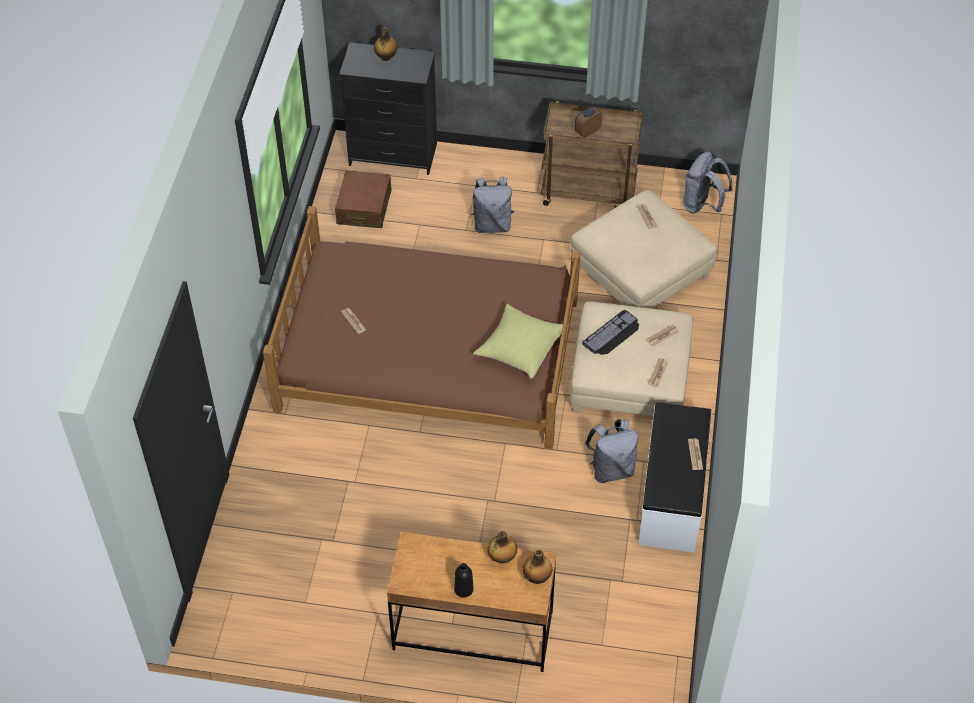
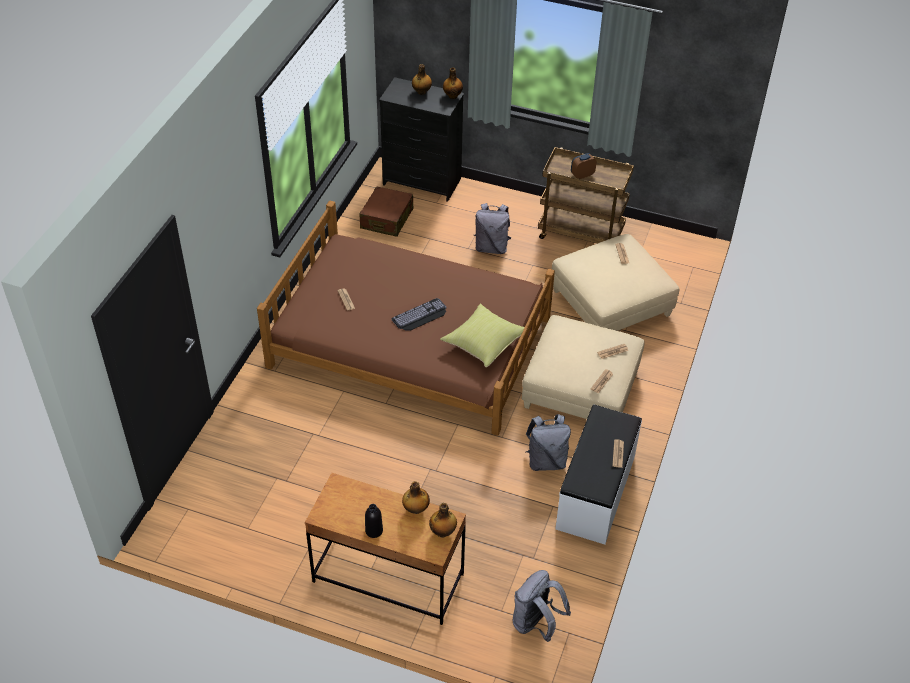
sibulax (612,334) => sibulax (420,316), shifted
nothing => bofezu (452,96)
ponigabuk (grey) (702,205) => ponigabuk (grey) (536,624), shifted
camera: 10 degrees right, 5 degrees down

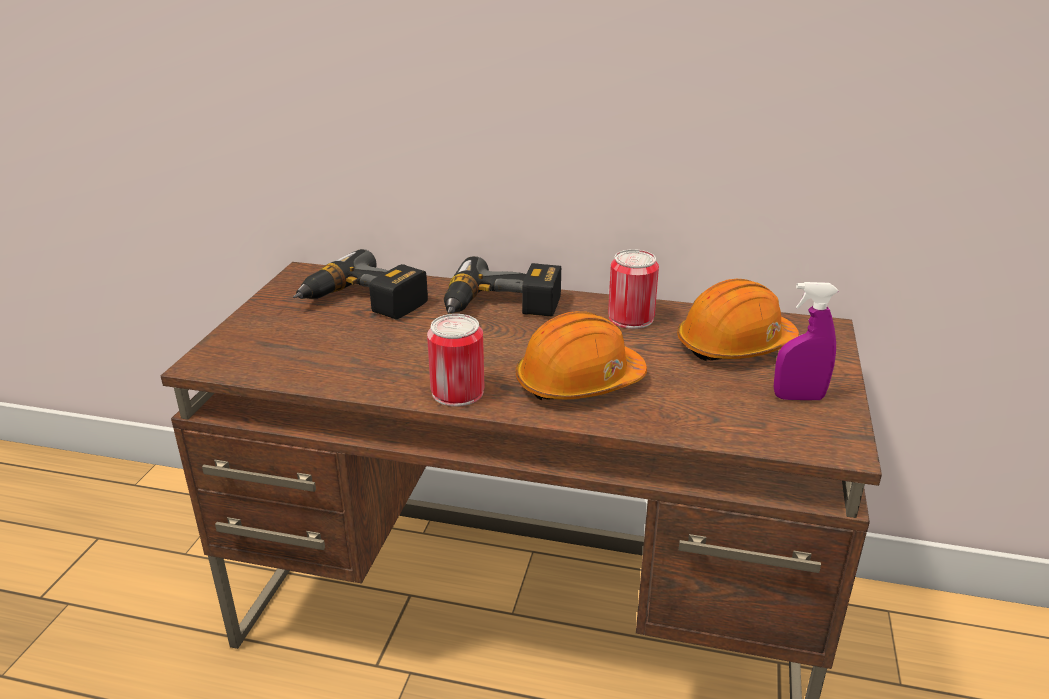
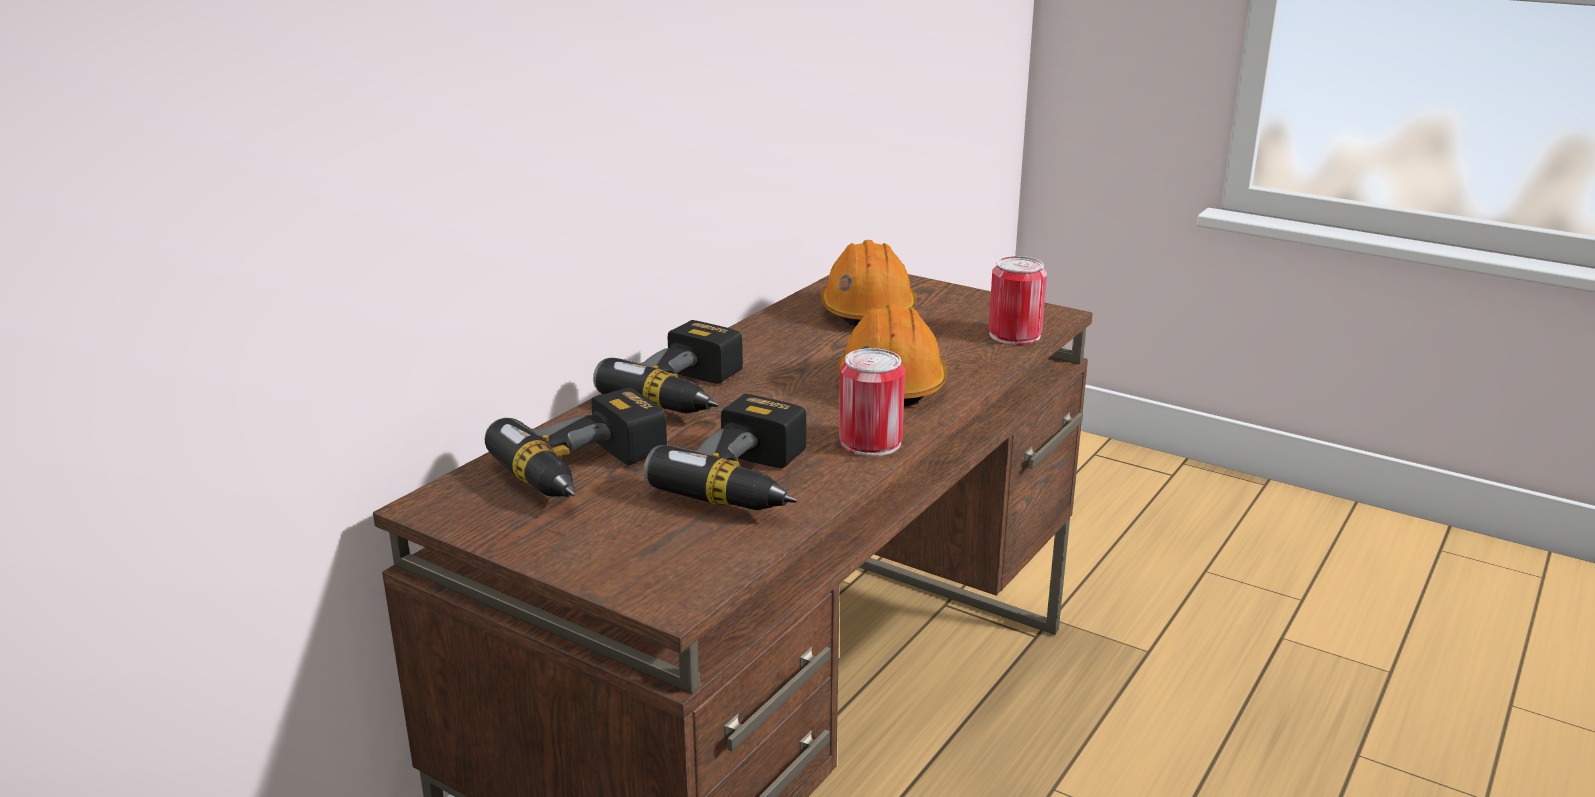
nothing => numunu (753,481)
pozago (631,318) => pozago (1014,335), shifted
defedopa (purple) (798,397) => nothing
camera: 70 degrees left, 5 degrees down

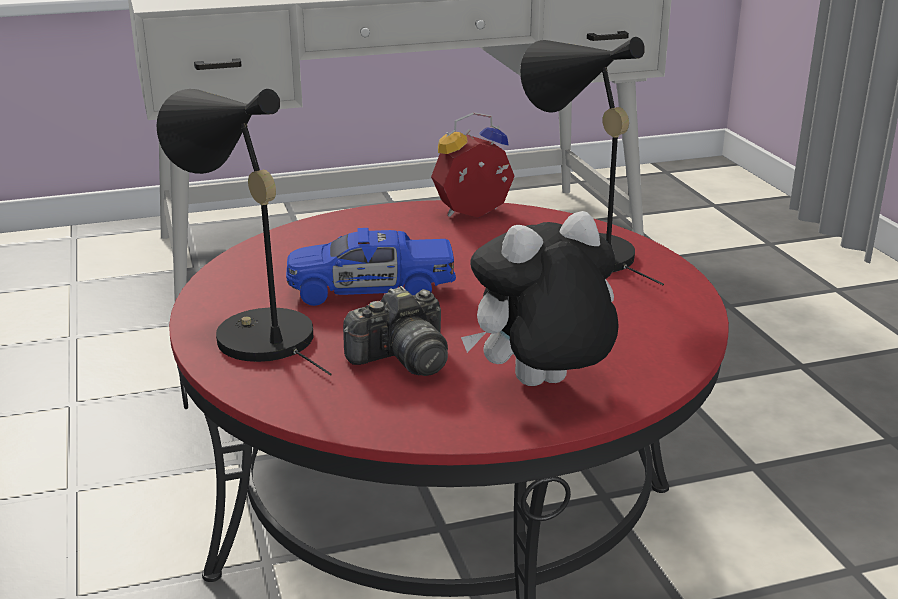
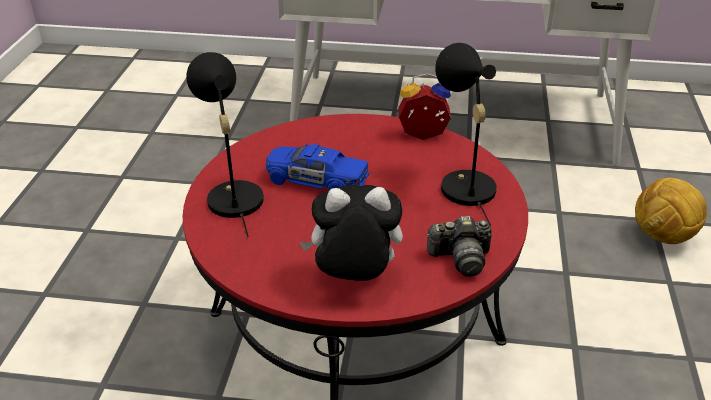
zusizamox (402,359) => zusizamox (460,258), shifted
nothing => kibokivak (663,237)
camera: 25 degrees right, 10 degrees up

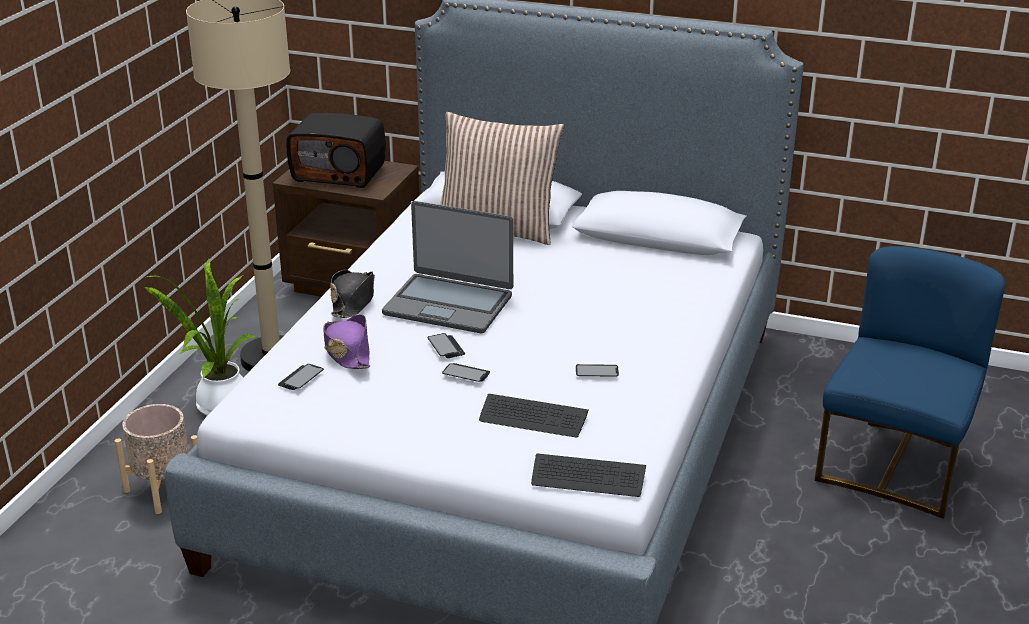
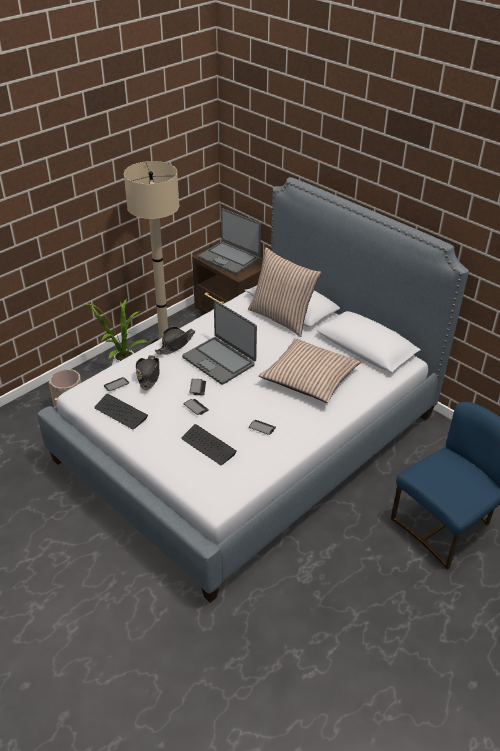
sibulax (588,477) => sibulax (120,412), shifted
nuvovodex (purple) (347,351) => nuvovodex (black) (148,375)
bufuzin (340,173) => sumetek (229,258)
nothing => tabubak (309,378)
camera: 25 degrees right, 10 degrees up

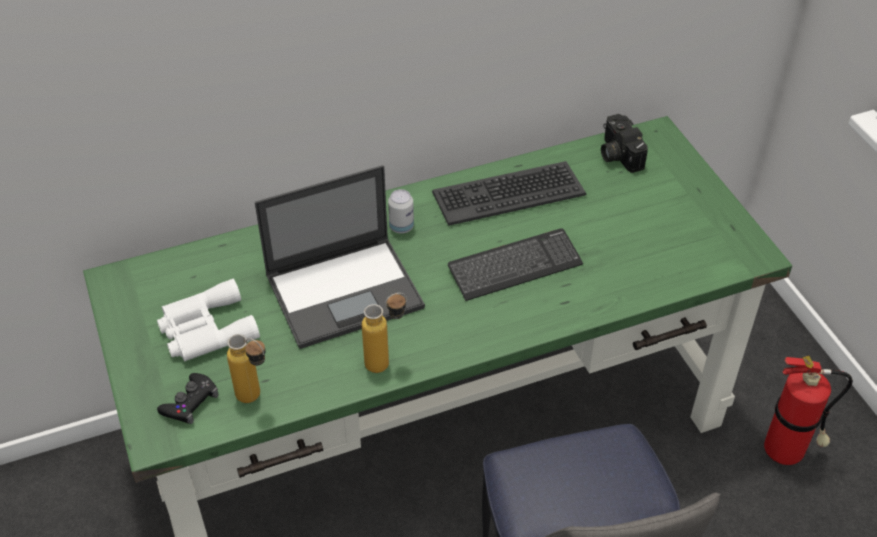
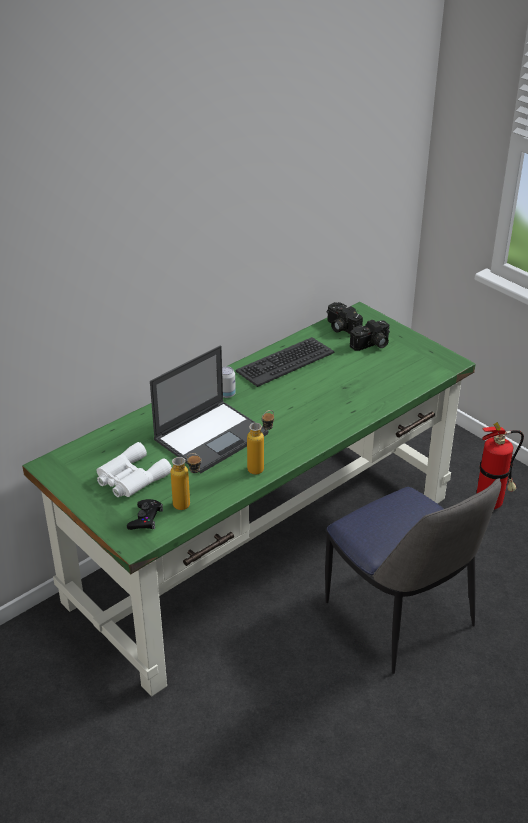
nothing => zusizamox (371,345)
sibulax (515,266) => nothing
camera: 20 degrees left, 10 degrees down

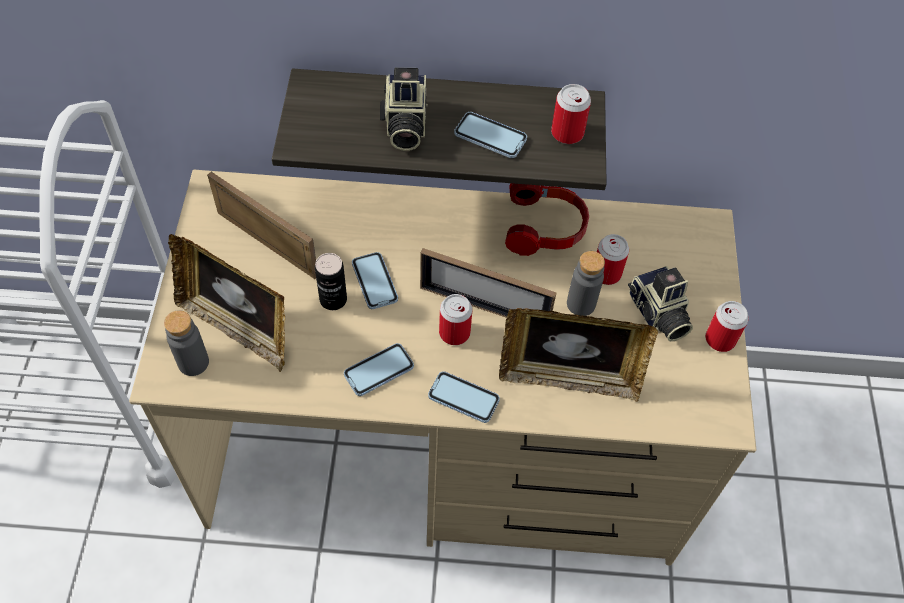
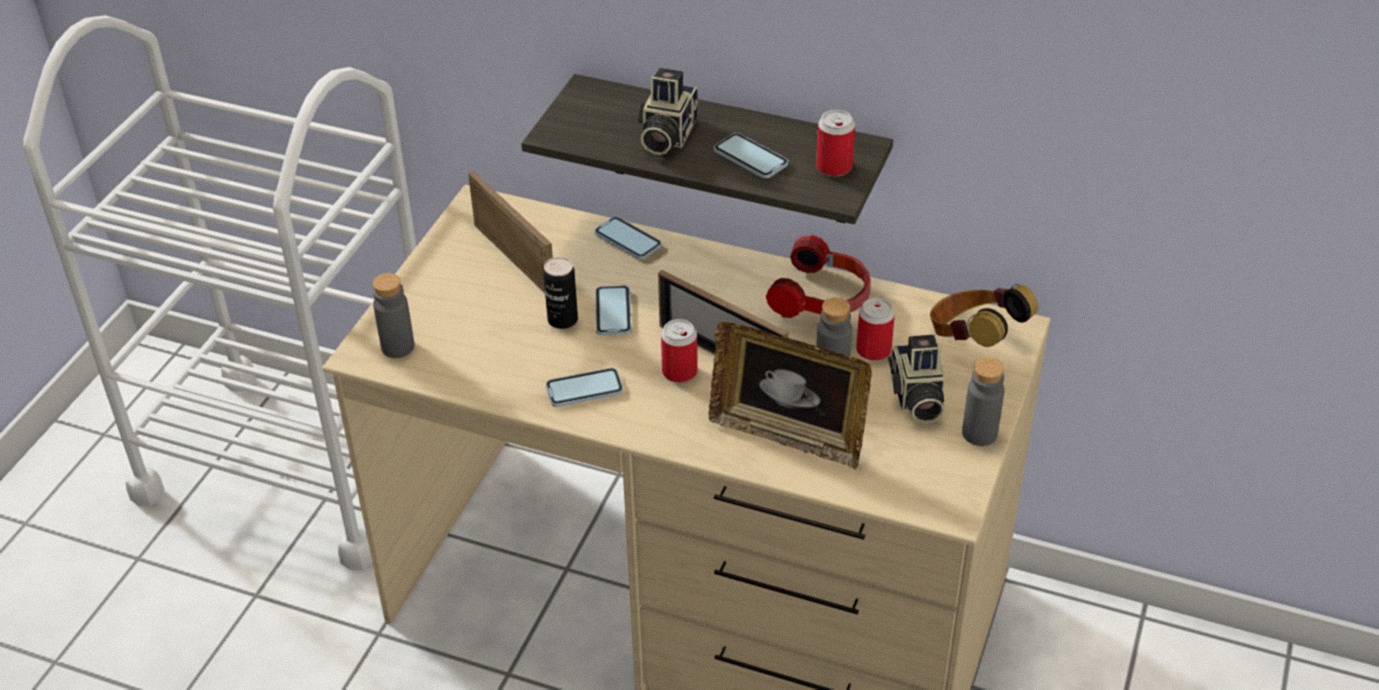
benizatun (463,398) => benizatun (628,240), shifted
nothing => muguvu (974,339)
pozago (720,339) => bofezu (grey) (979,433)
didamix (237,328) => nothing
camera: 20 degrees right, 15 degrees down

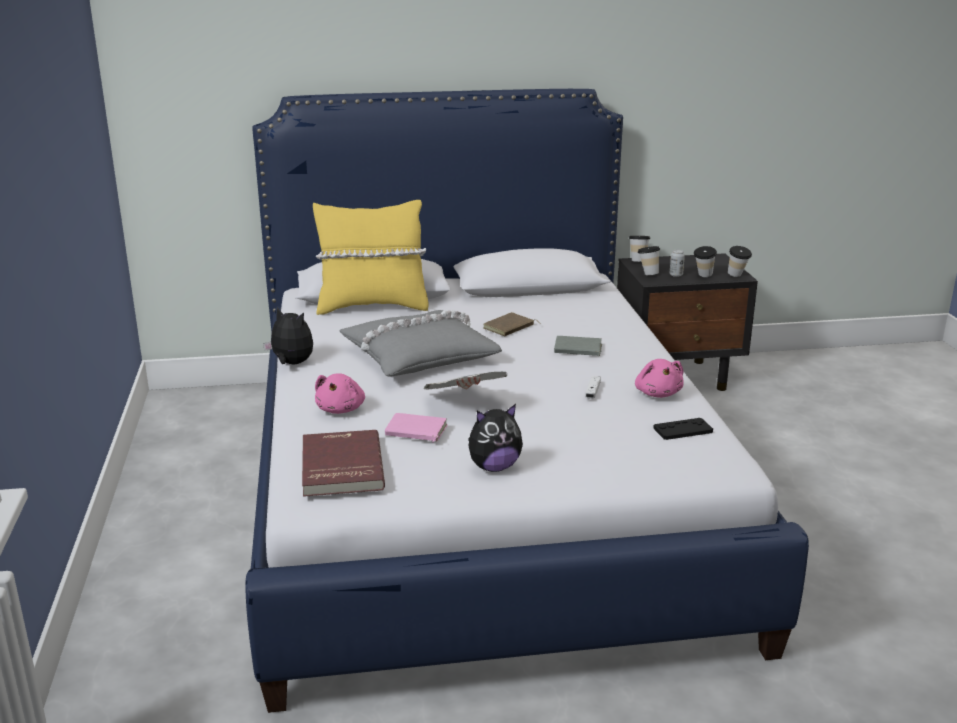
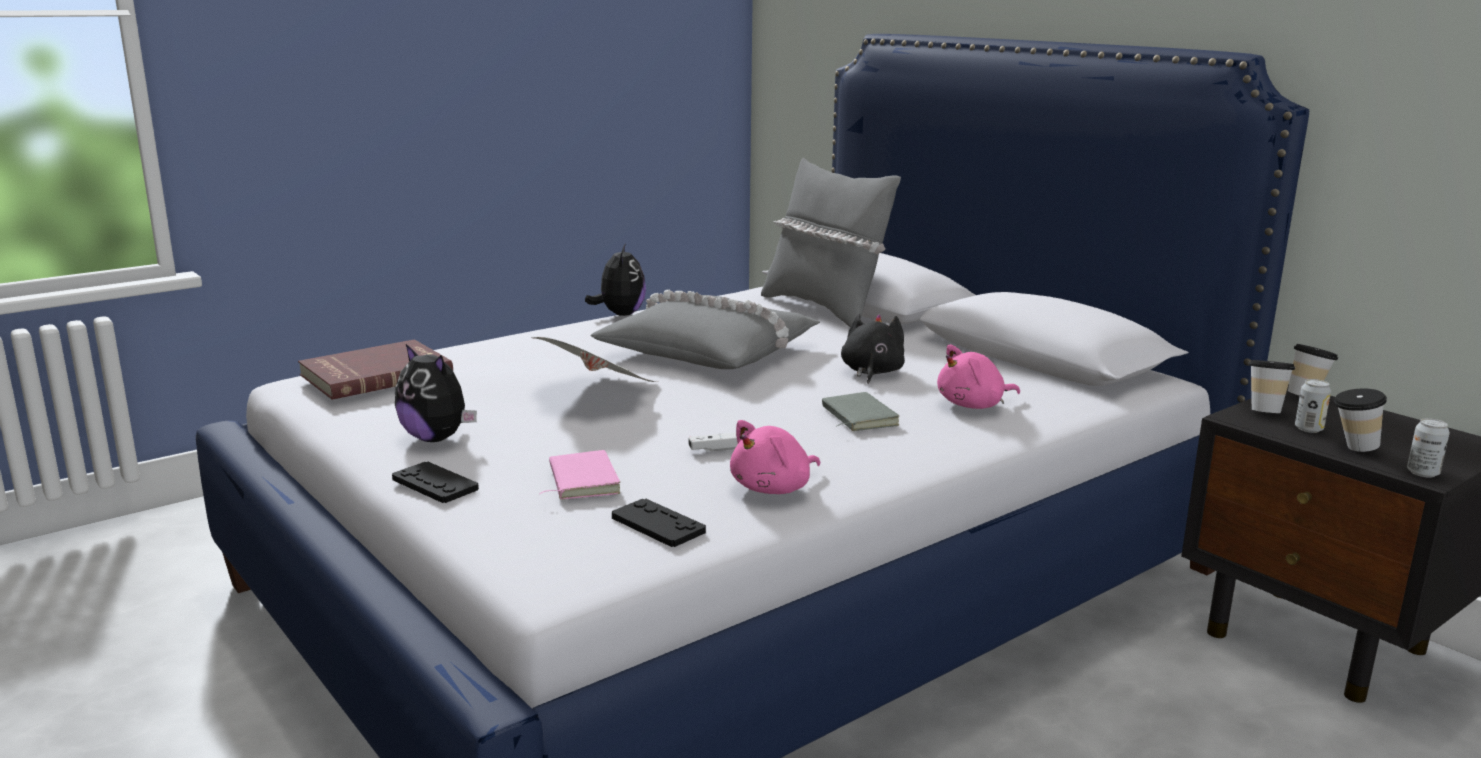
nothing => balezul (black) (435,484)
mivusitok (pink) (415,431) => mivusitok (pink) (580,480), shifted
tabubak (yellow) (372,306) => tabubak (grey) (824,308)
mivusitok (brown) (509,328) => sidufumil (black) (871,372)
sidufumil (pink) (341,409) => sidufumil (pink) (974,405), shifted
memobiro (737,276) => pozago (1422,473)
camera: 60 degrees right, 5 degrees down

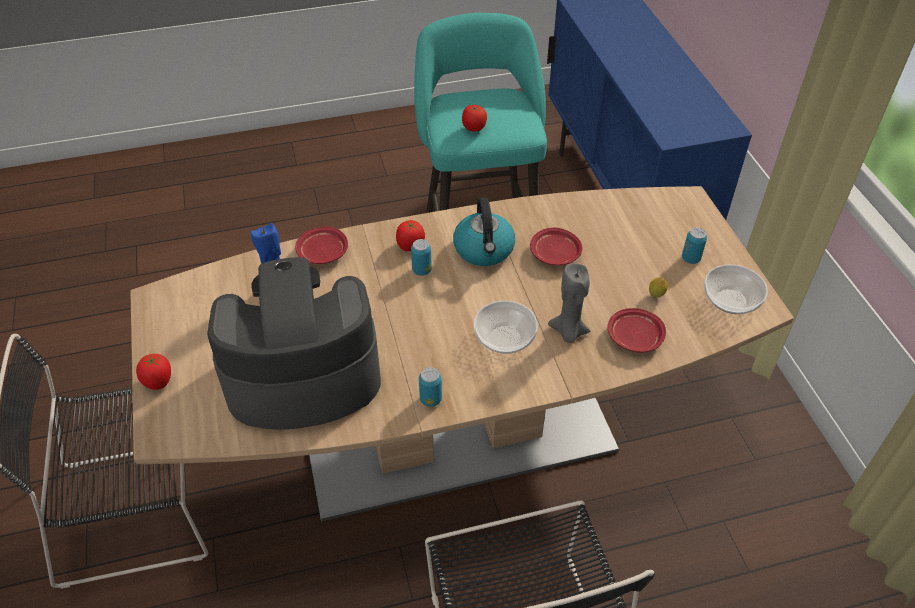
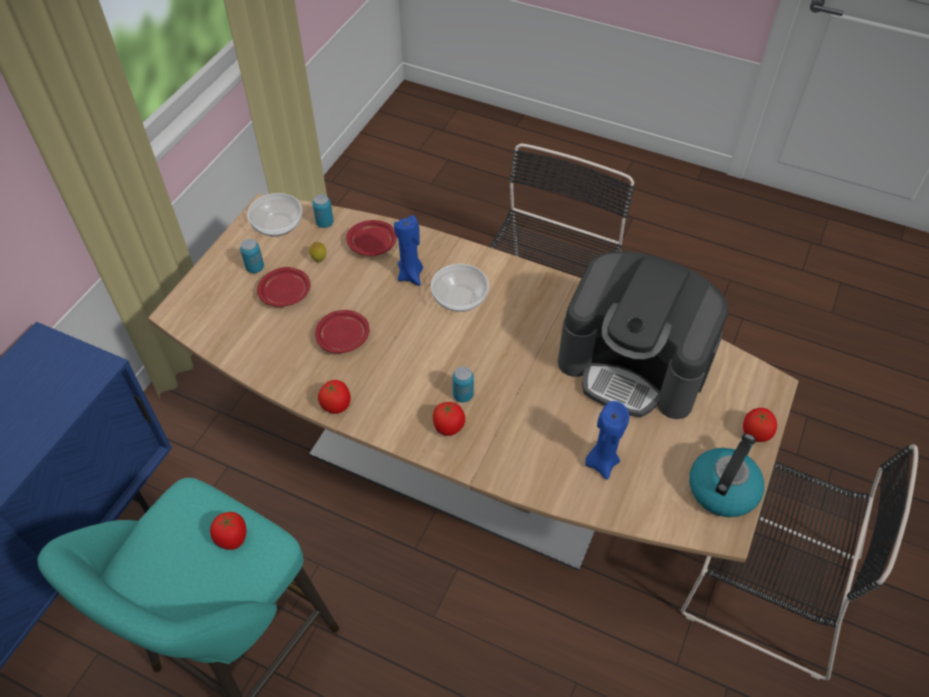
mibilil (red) (322,253) => mibilil (red) (286,293), shifted
pozago (430,399) => pozago (325,223), shifted
nothing => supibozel (336,405)
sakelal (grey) (568,332) => sakelal (blue) (411,275)
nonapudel (484,250) => nonapudel (722,488), shifted
camera: 140 degrees left, 5 degrees up

